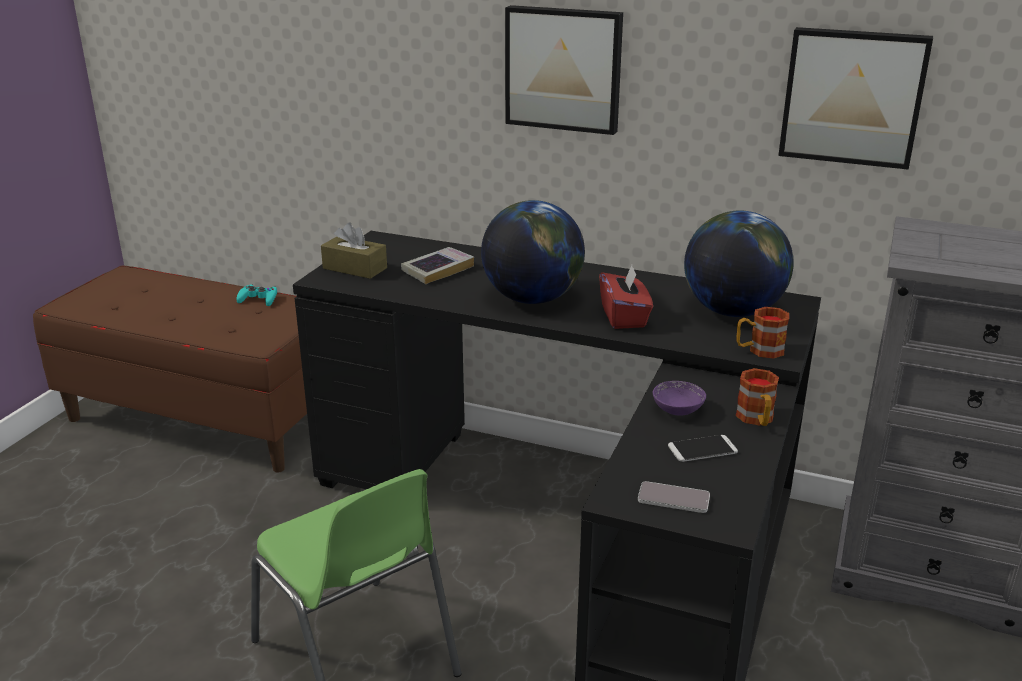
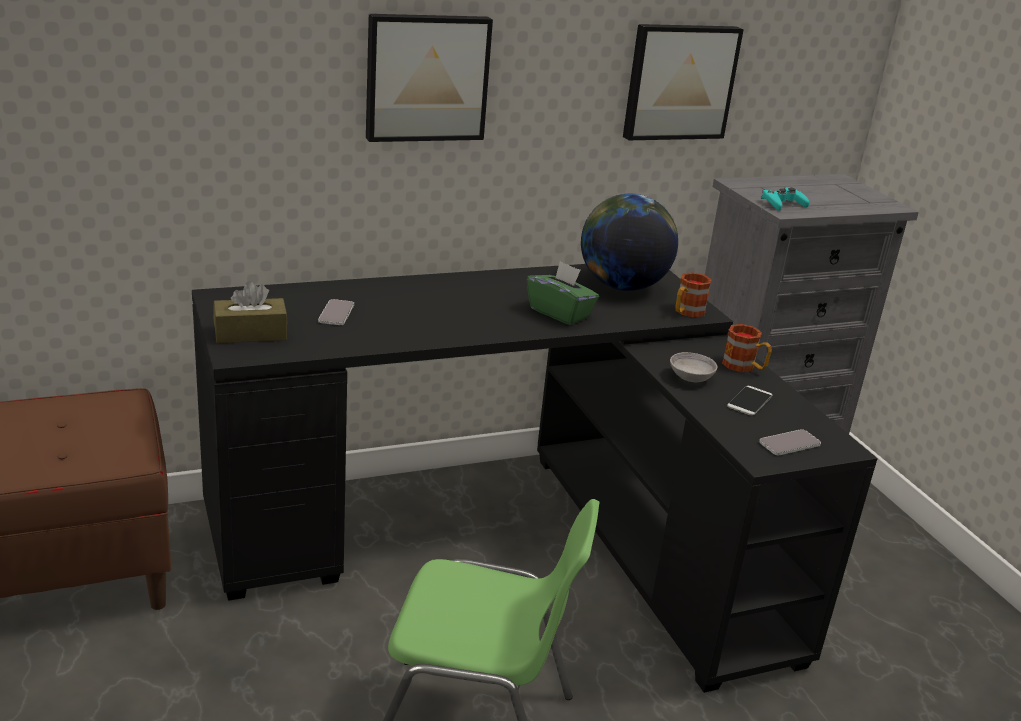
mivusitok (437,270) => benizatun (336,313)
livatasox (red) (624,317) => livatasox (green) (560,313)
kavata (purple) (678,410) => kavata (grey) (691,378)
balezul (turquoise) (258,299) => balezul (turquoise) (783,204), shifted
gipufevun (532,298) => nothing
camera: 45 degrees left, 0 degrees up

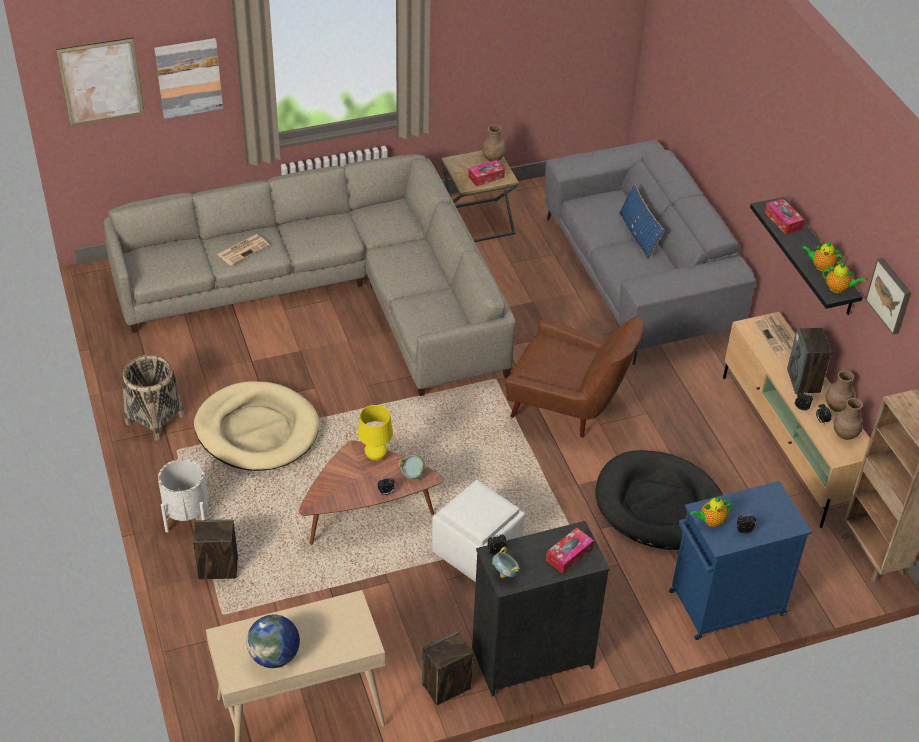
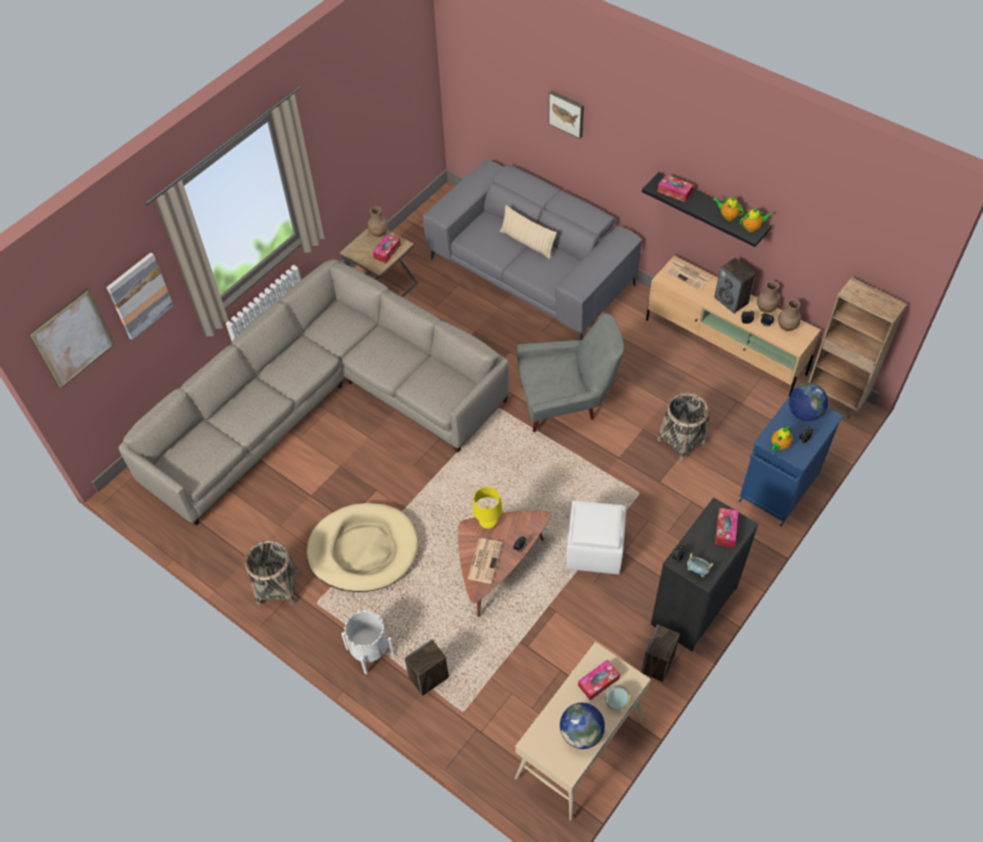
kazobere (243,249) => kazobere (484,560), shifted
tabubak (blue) (638,235) => tabubak (beige) (527,242)
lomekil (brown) (568,408) => lomekil (grey) (565,402)
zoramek (890,295) => zoramek (567,113), shifted
nothing => livatasox (598,682)
kavata (412,475) => kavata (616,702), shifted
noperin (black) (659,505) => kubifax (682,441)
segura (821,266) => segura (727,216), 45 degrees clockwise
nothing => gipufevun (804,413)
camera: 30 degrees left, 10 degrees up

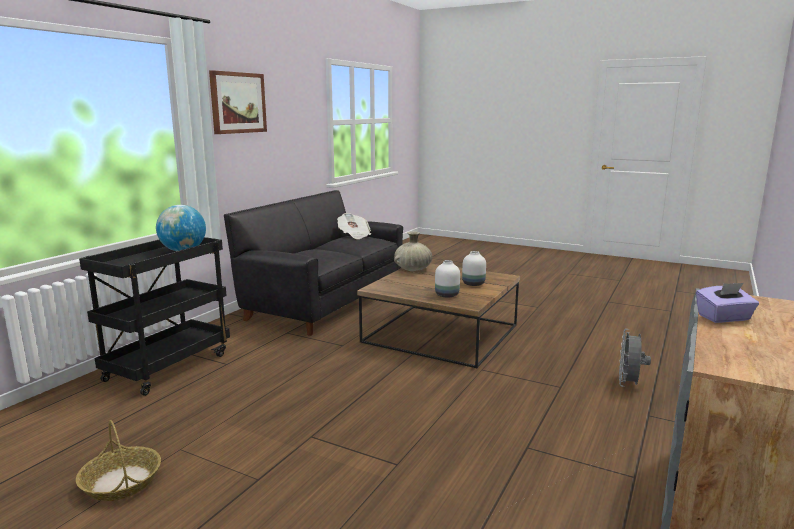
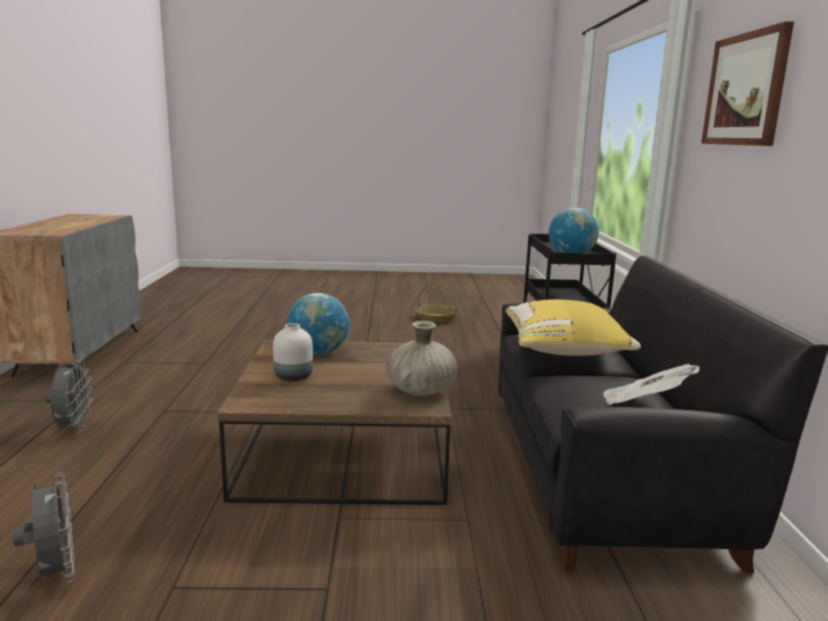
nothing => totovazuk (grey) (55,575)
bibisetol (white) (446,295) => gipufevun (318,353)
nothing => tabubak (yellow) (565,351)
livatasox (purple) (724,318) => nothing
camera: 150 degrees right, 0 degrees up

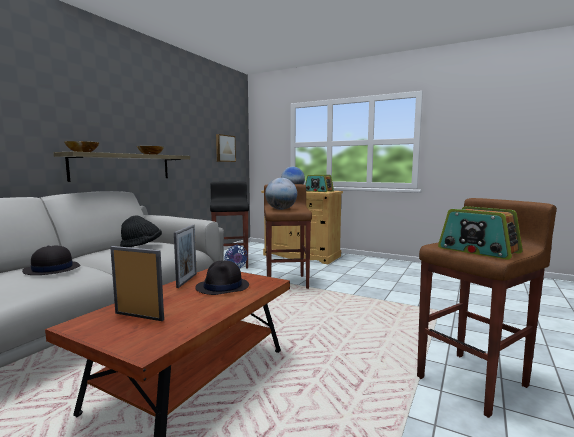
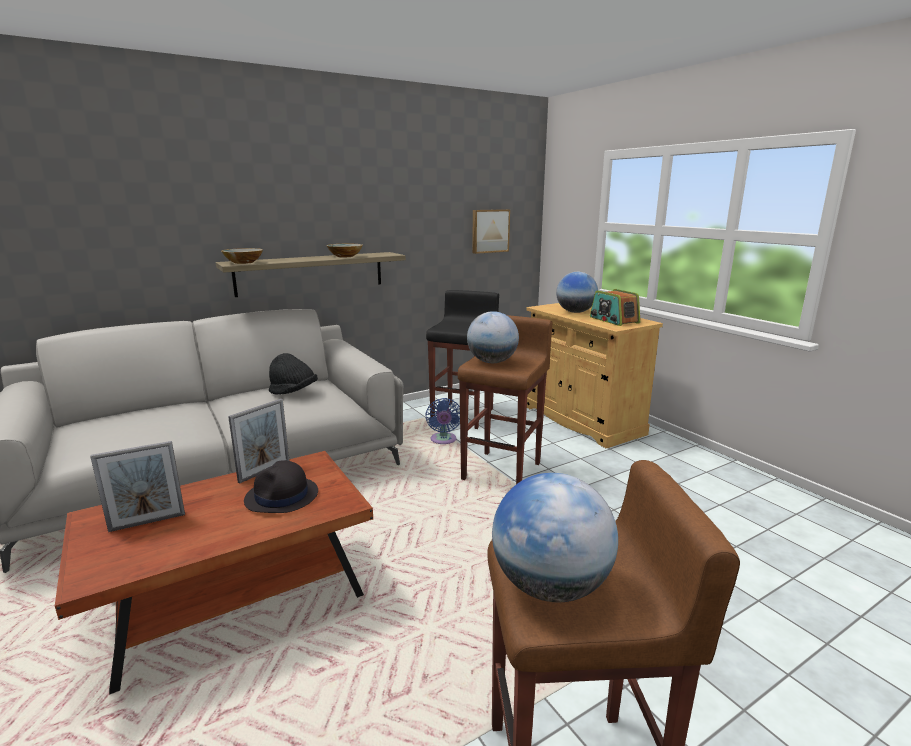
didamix (139,316) => didamix (147,522), 105 degrees clockwise
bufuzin (478,250) => gipufevun (550,586)
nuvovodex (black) (52,269) => nothing
camera: 30 degrees right, 10 degrees up

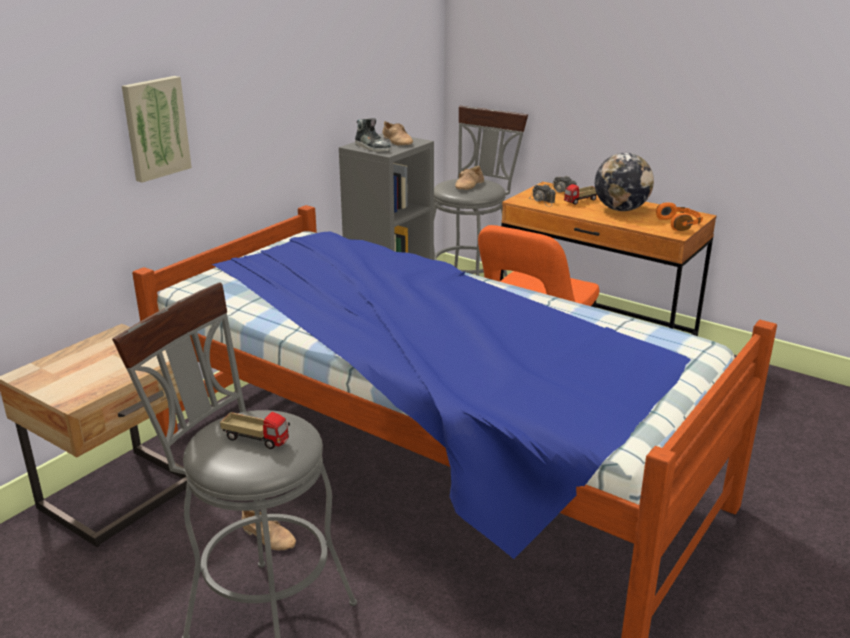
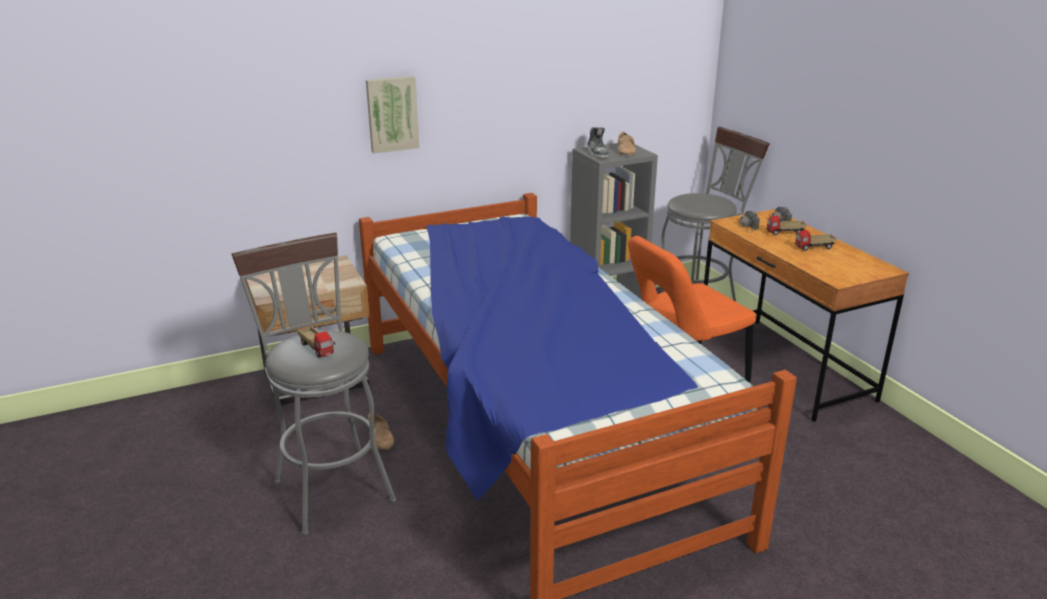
gipufevun (621,209) => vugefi (814,248)
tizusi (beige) (470,185) => nothing
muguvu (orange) (679,224) => nothing
camera: 30 degrees right, 0 degrees up

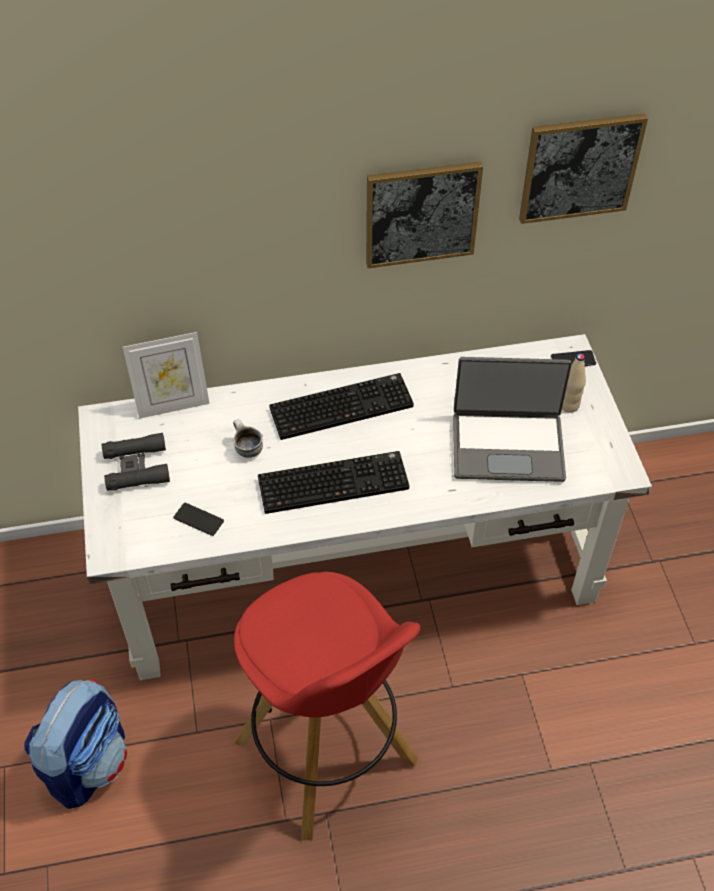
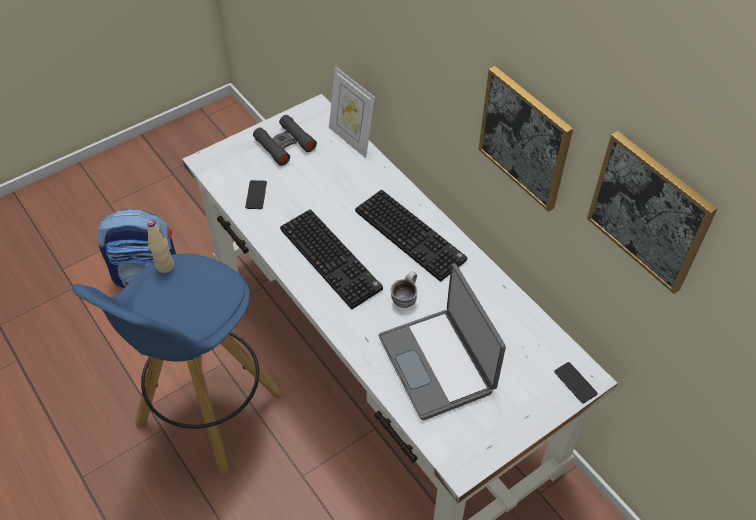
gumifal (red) (328,754) => gumifal (blue) (208,412)
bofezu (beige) (569,405) => bofezu (beige) (165,266), shifted
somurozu (246,448) => somurozu (404,297), shifted
camera: 65 degrees right, 0 degrees up

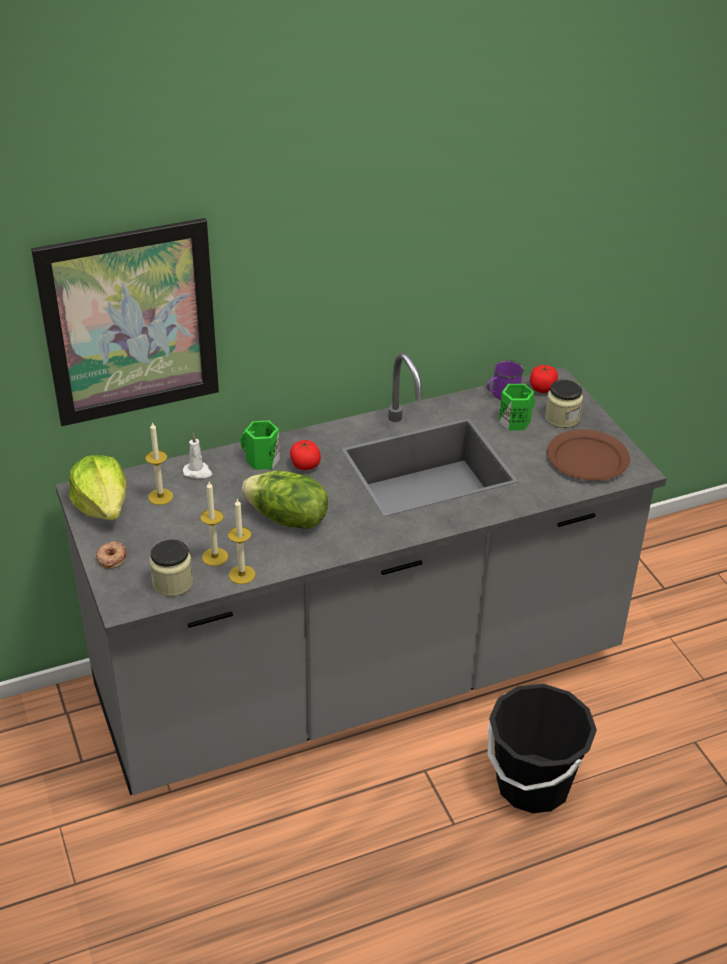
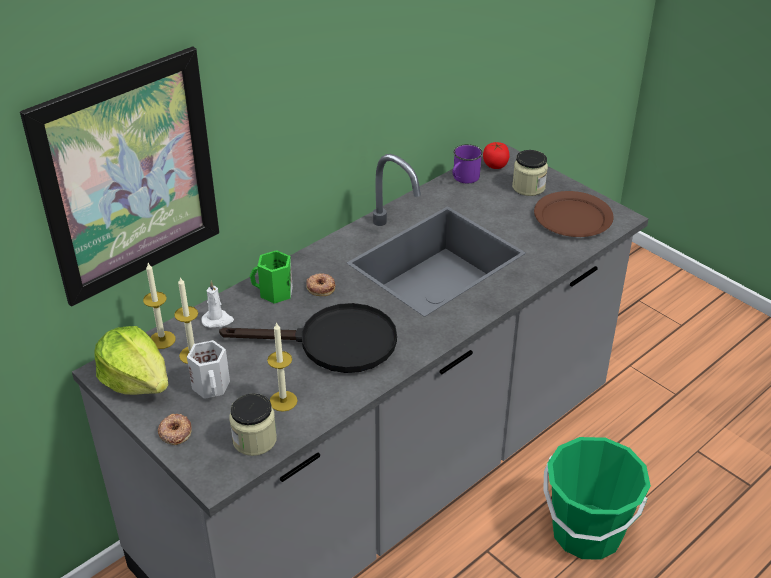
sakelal (242,574) => sakelal (162,340), shifted
nothing => somurozu (white) (212,386)
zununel (287,519) => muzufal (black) (333,343)
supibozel (305,465) => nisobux (321,287)
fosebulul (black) (532,784) => fosebulul (green) (586,532)
somurozu (green) (515,420) => nothing
camera: 20 degrees left, 0 degrees up

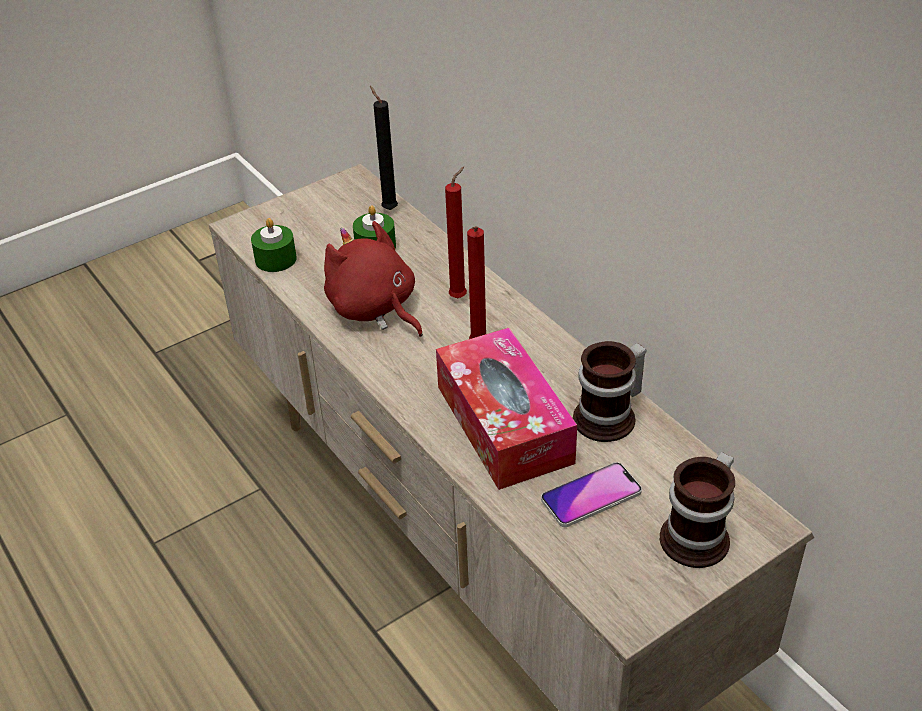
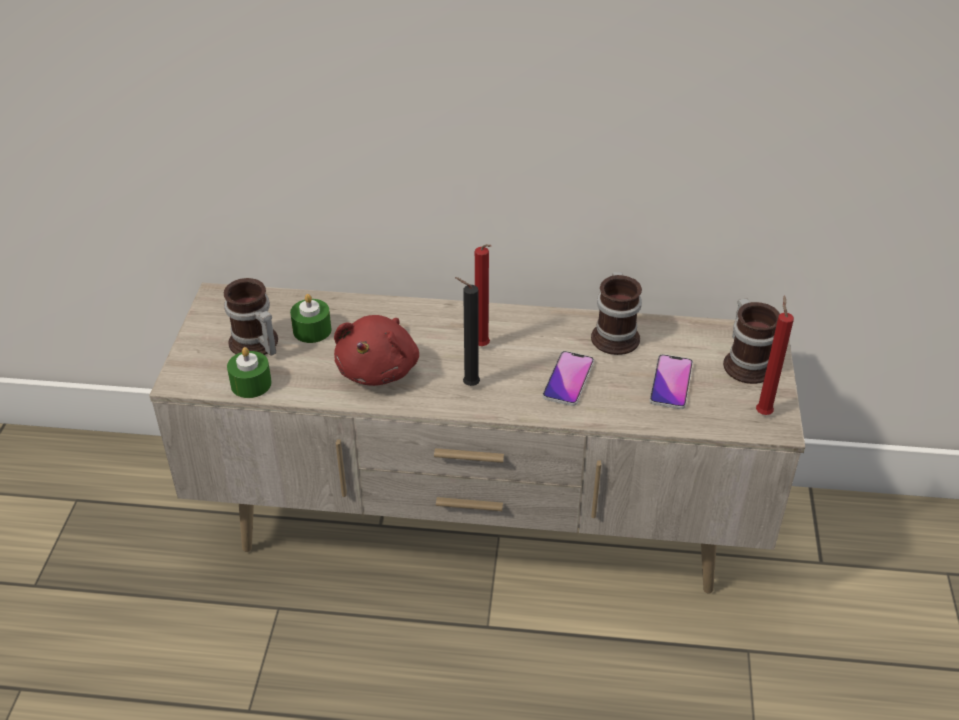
nothing => somurozu (254,345)
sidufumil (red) (374,309) => sidufumil (red) (379,369), 75 degrees counterclockwise
sakelal (black) (388,208) => sakelal (black) (468,385), shifted
livatasox (504,424) => benizatun (568,379)
sakelal (red) (460,296) => sakelal (red) (763,412), shifted
camera: 50 degrees left, 0 degrees up

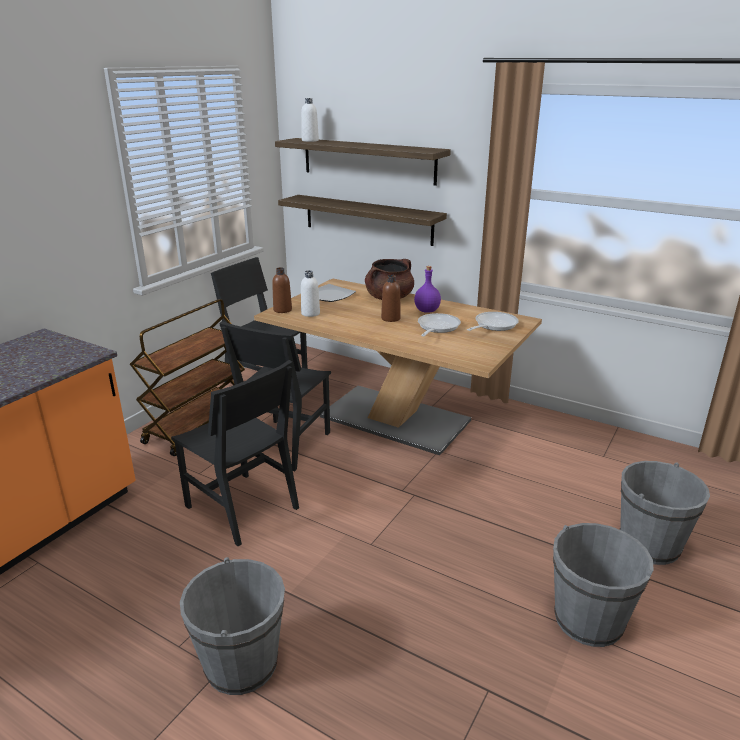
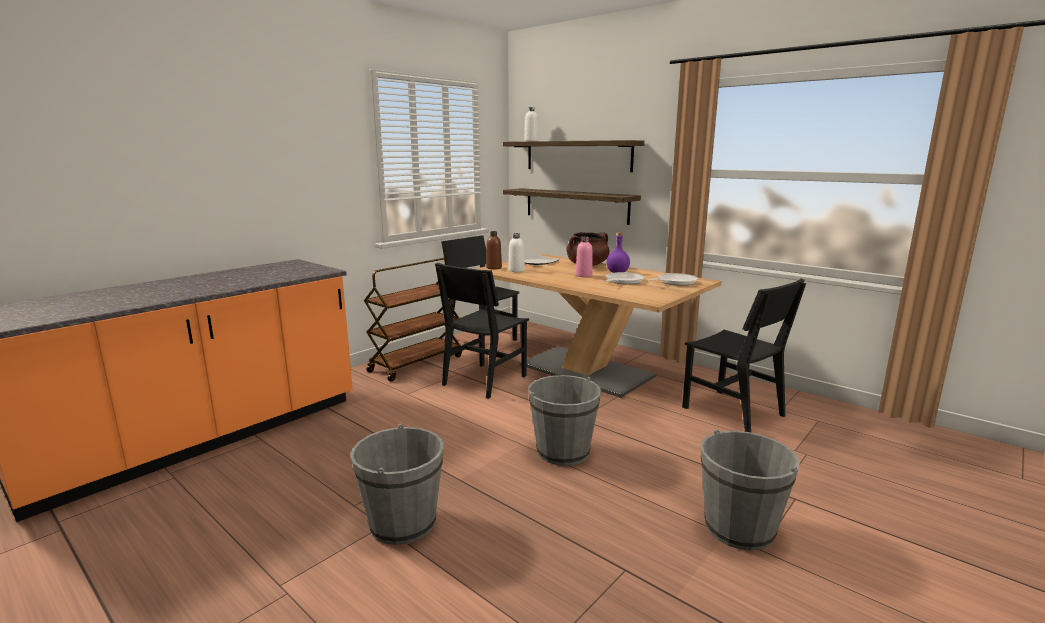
fosebulul (grey) (649,544) => fosebulul (grey) (563,451), shifted
bofezu (brown) (390,318) => bofezu (pink) (583,275)
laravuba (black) (241,507) => laravuba (black) (732,411), shifted
camera: 10 degrees right, 10 degrees down

